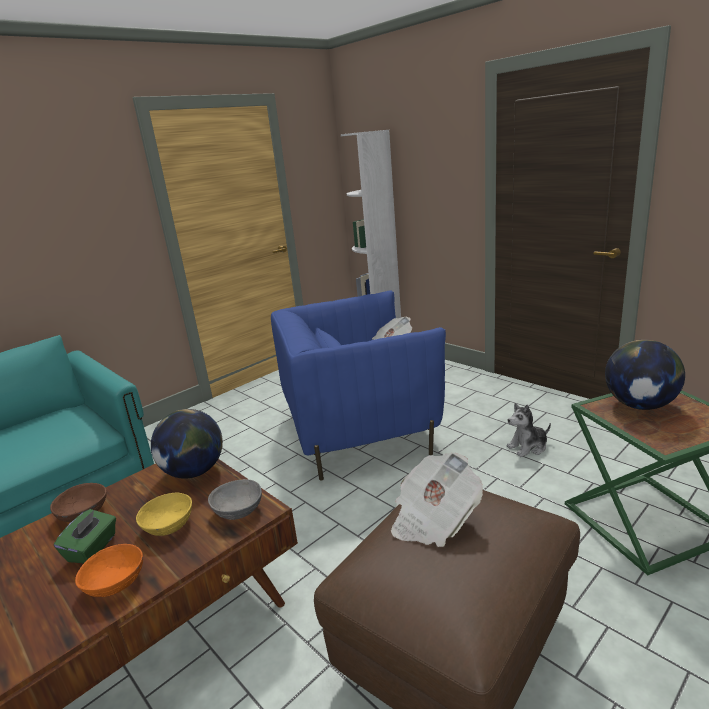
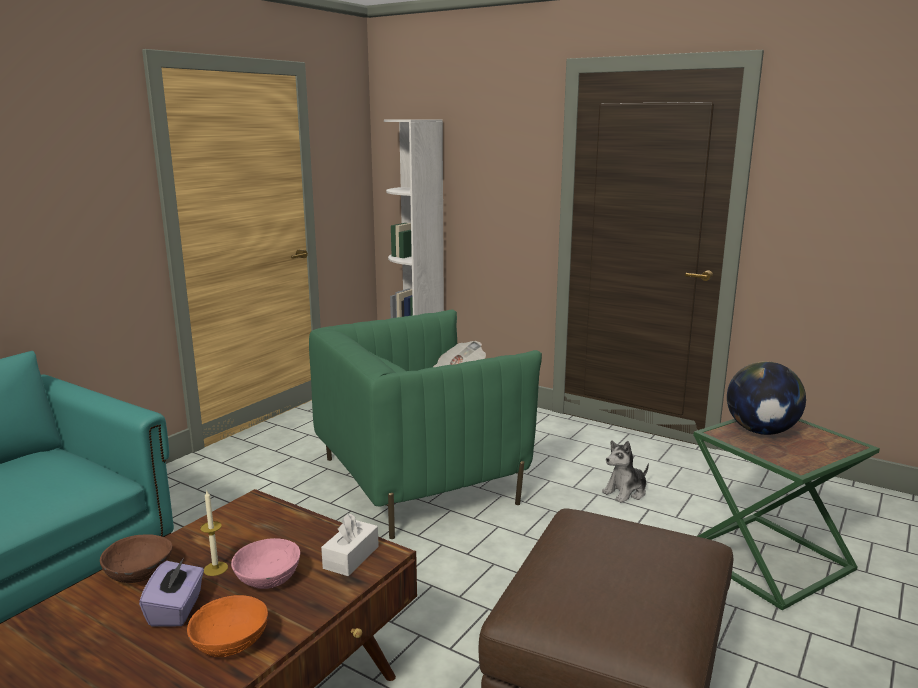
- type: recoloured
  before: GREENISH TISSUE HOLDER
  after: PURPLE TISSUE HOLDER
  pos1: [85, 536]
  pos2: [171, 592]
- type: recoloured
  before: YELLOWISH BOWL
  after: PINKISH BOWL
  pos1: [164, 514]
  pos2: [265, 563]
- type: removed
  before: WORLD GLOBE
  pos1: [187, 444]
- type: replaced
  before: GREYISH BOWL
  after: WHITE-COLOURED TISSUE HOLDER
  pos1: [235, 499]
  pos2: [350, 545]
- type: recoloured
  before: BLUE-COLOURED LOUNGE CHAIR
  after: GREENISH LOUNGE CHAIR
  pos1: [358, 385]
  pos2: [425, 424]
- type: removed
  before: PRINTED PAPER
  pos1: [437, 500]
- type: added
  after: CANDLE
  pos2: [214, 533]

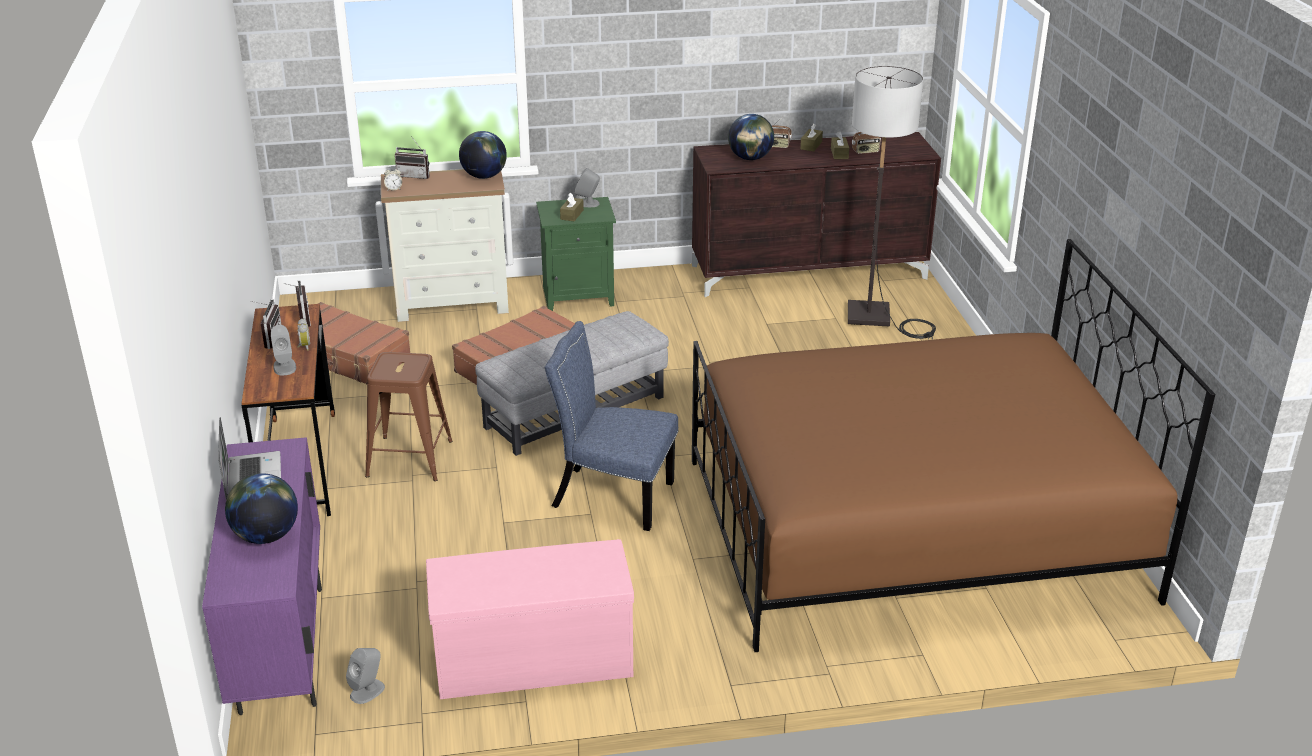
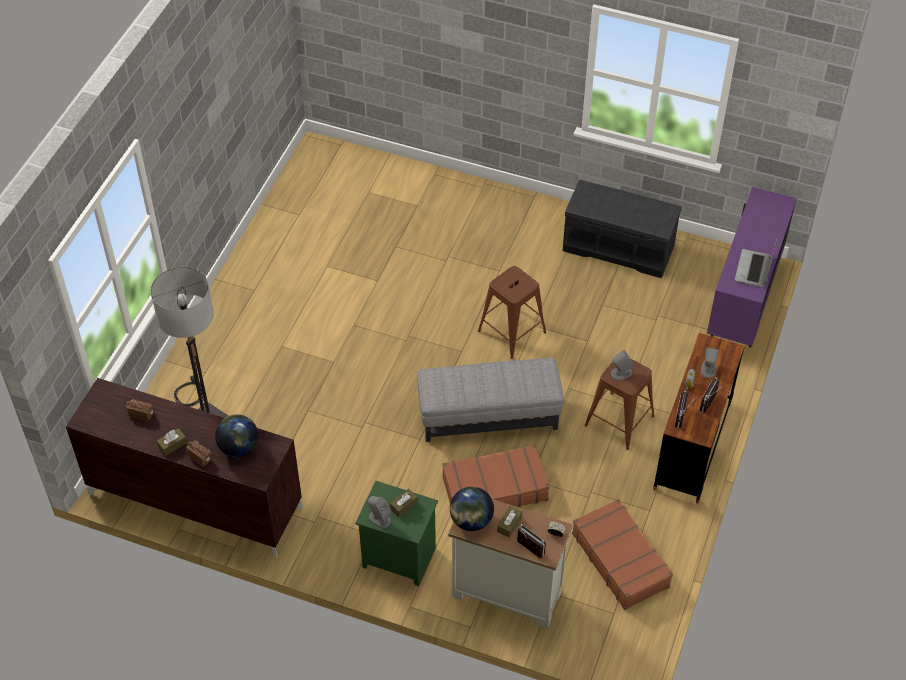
- type: removed
  before: WORLD GLOBE
  pos1: [261, 508]
- type: moved
  before: GREYISH SPEAKER
  pos1: [365, 676]
  pos2: [622, 365]
- type: recoloured
  before: PINKISH LONG SEAT
  after: GREYISH LONG SEAT
  pos1: [530, 619]
  pos2: [622, 229]
- type: replaced
  before: BLUE-COLOURED PLAIN CHAIR
  after: BROWN-COLOURED STOOL SEAT
  pos1: [611, 426]
  pos2: [512, 312]
- type: removed
  before: BROWN-COLOURED BEDROOM BED
  pos1: [953, 445]
- type: moved
  before: BROWN-COLOURED TISSUE HOLDER
  pos1: [840, 145]
  pos2: [509, 521]

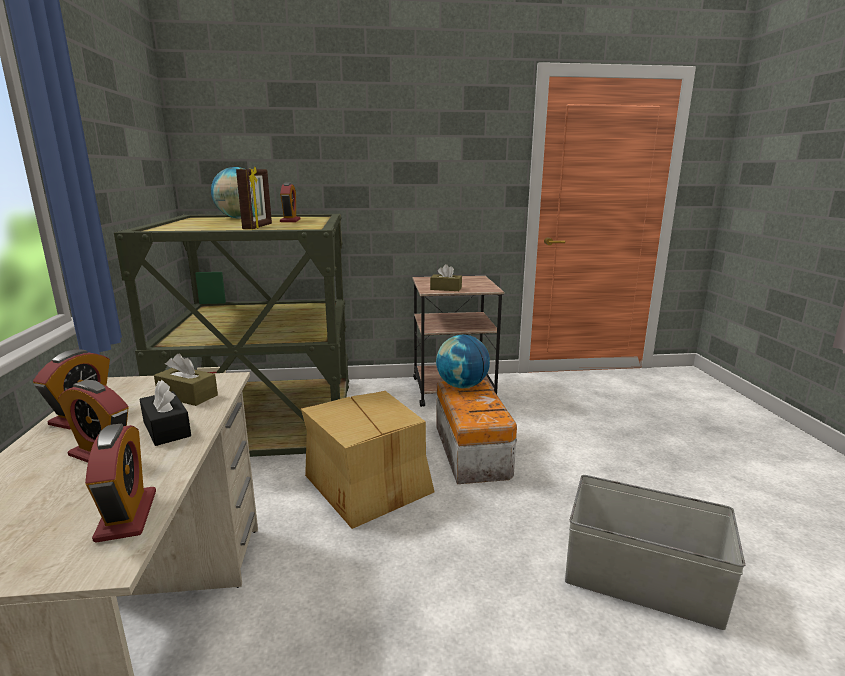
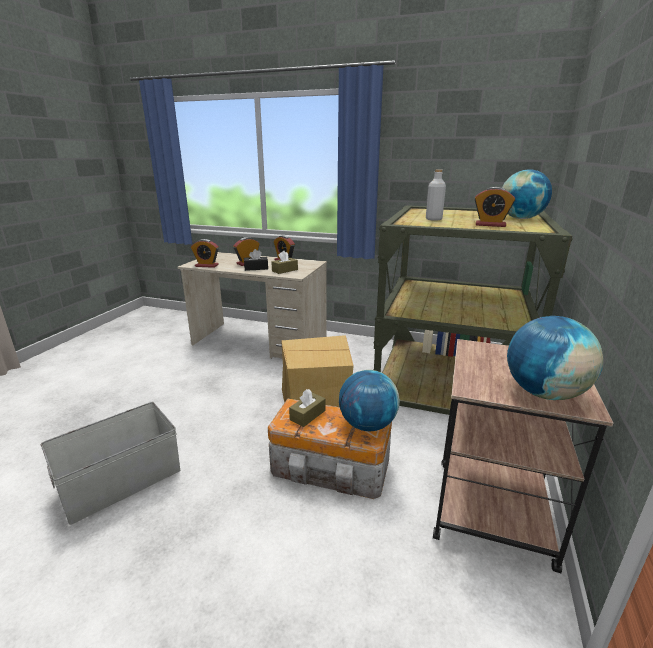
- type: replaced
  before: STANDING FRAME
  after: GREYISH BOTTLE
  pos1: [254, 198]
  pos2: [436, 195]
- type: moved
  before: BROWN-COLOURED TISSUE HOLDER
  pos1: [446, 277]
  pos2: [307, 408]
- type: added
  after: WORLD GLOBE
  pos2: [555, 358]

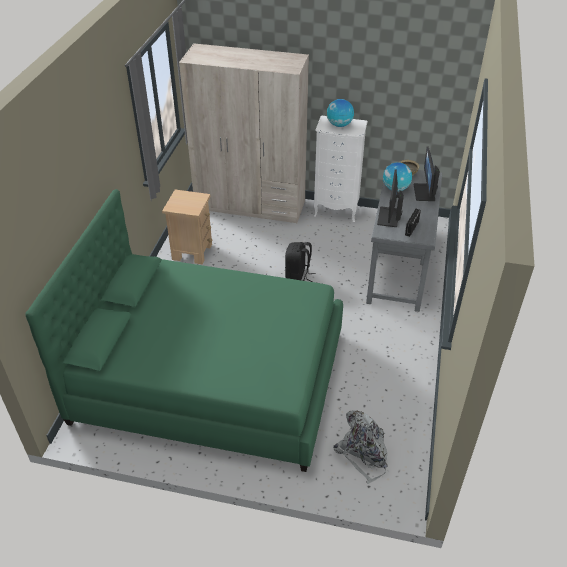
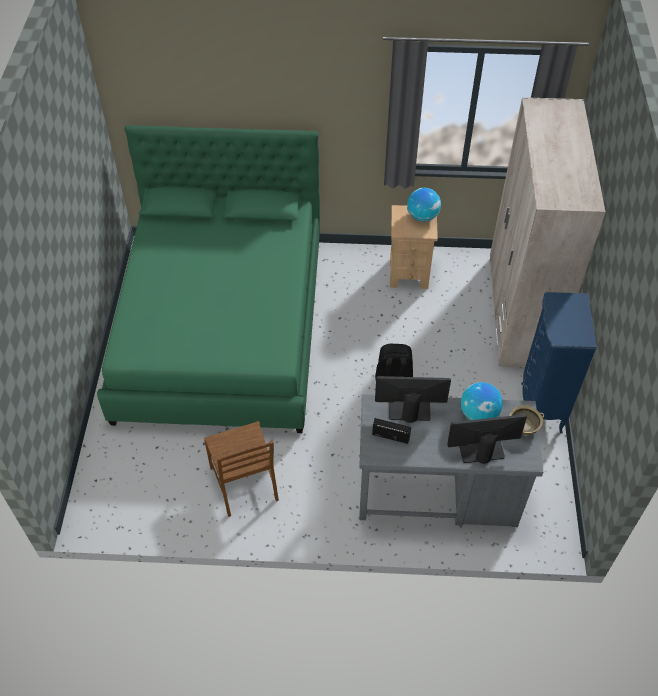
- type: recoloured
  before: WHITE-COLOURED CHEST OF DRAWERS
  after: BLUE-COLOURED CHEST OF DRAWERS
  pos1: [341, 168]
  pos2: [559, 362]
- type: moved
  before: WORLD GLOBE
  pos1: [340, 113]
  pos2: [424, 205]
- type: removed
  before: GREYISH KNAPSACK
  pos1: [360, 447]
- type: added
  after: BROWN-COLOURED PLAIN CHAIR
  pos2: [241, 469]

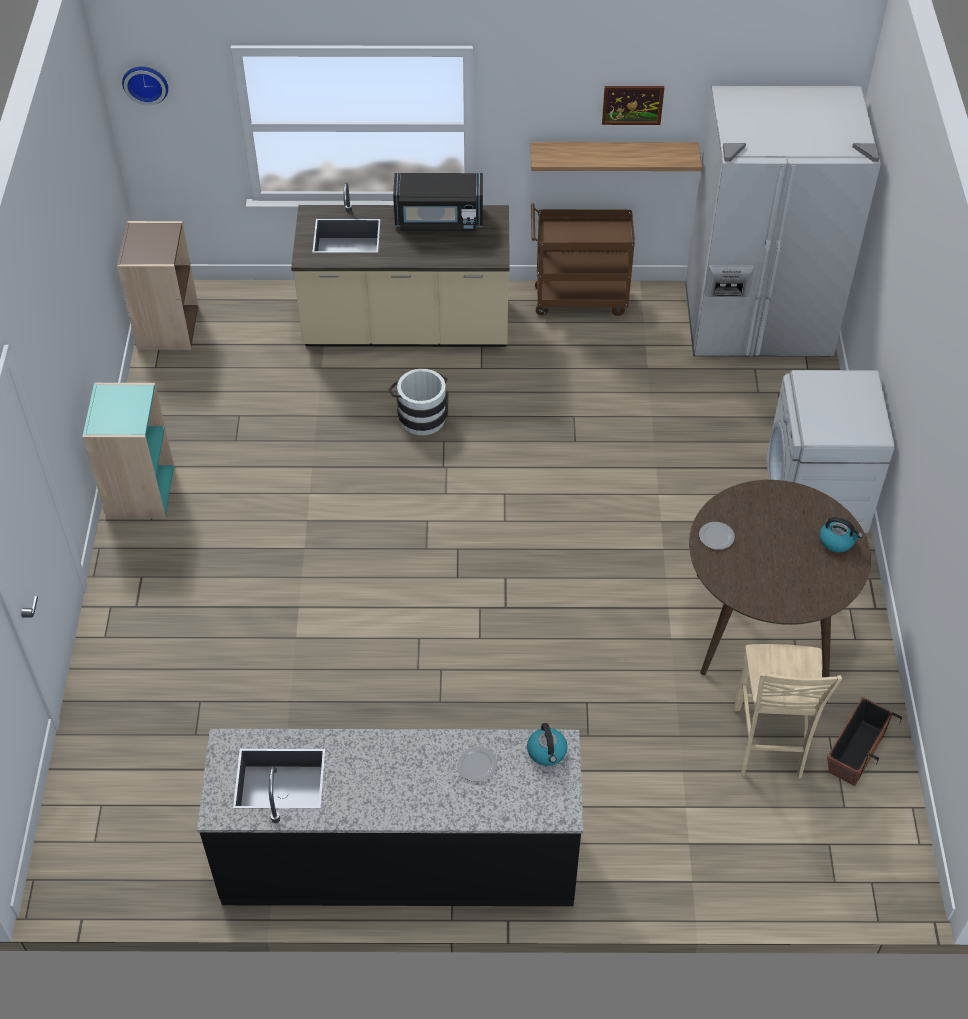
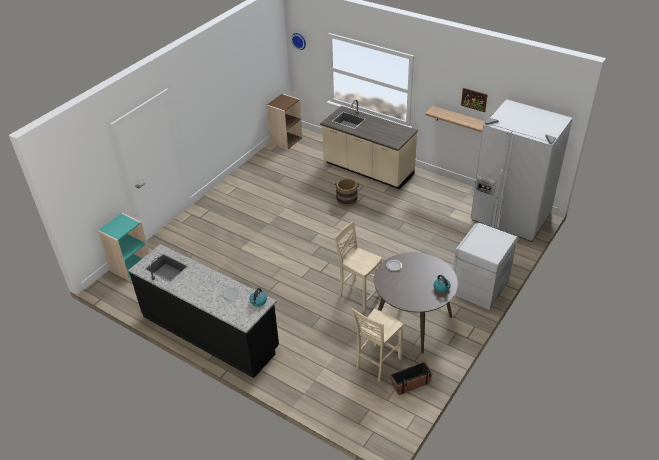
- type: moved
  before: TURQUOISE-COLOURED BOOKSHELF
  pos1: [128, 450]
  pos2: [123, 247]
- type: recoloured
  before: WHITE-COLOURED BUCKET
  after: BROWN-COLOURED BUCKET
  pos1: [417, 402]
  pos2: [346, 192]
- type: removed
  before: BLACK-COLOURED MICROWAVE
  pos1: [438, 202]
- type: removed
  before: BROWN-COLOURED CART
  pos1: [583, 259]
- type: added
  after: BEIGE PLAIN CHAIR
  pos2: [358, 266]

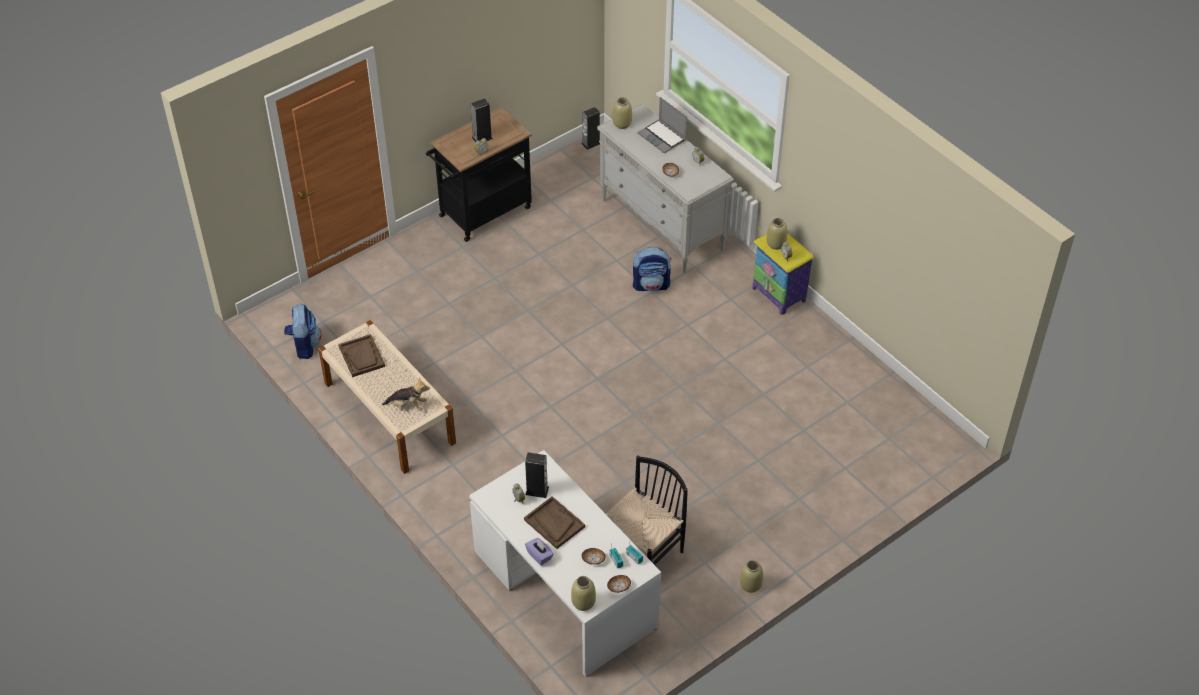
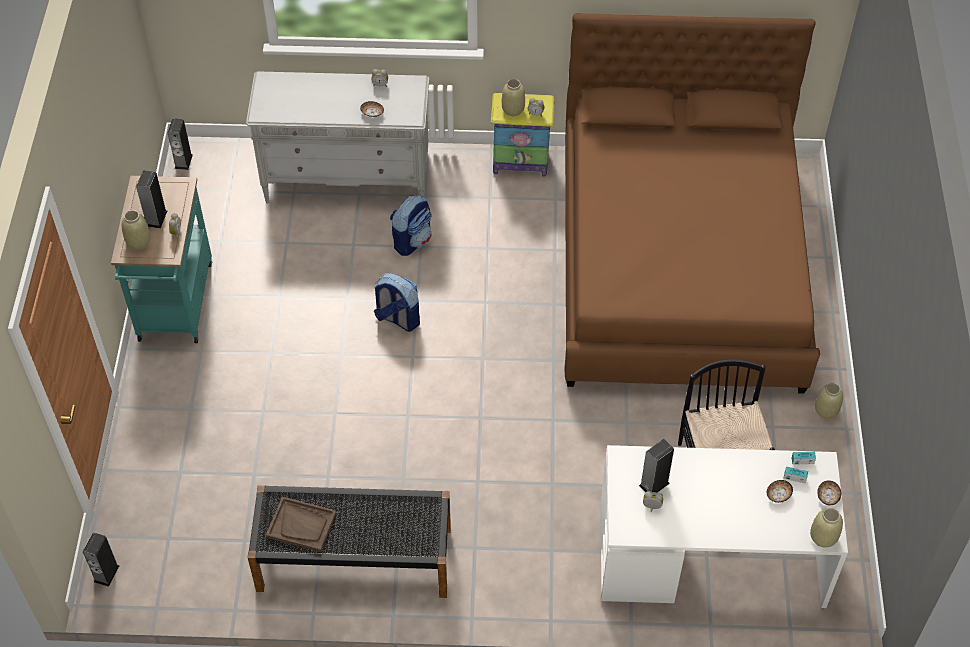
- type: moved
  before: KNAPSACK
  pos1: [302, 331]
  pos2: [397, 302]
- type: recoloured
  before: BEIGE LONG SEAT
  after: BLACK-COLOURED LONG SEAT
  pos1: [387, 397]
  pos2: [349, 541]
- type: removed
  before: PLUSH TOY
  pos1: [406, 394]
- type: recoloured
  before: BLACK-COLOURED CART
  after: TURQUOISE-COLOURED CART
  pos1: [479, 174]
  pos2: [161, 259]
- type: removed
  before: BROWN-COLOURED CARRYING TRAY
  pos1: [554, 522]
- type: removed
  before: PURPLE TISSUE HOLDER
  pos1: [539, 552]
- type: moved
  before: BEIGE DECORATIVE VASE
  pos1: [622, 113]
  pos2: [136, 230]
- type: removed
  before: LAPTOP
  pos1: [662, 125]
- type: added
  after: SPEAKER
  pos2: [101, 559]
- type: added
  after: BROWN-COLOURED BEDROOM BED
  pos2: [692, 203]

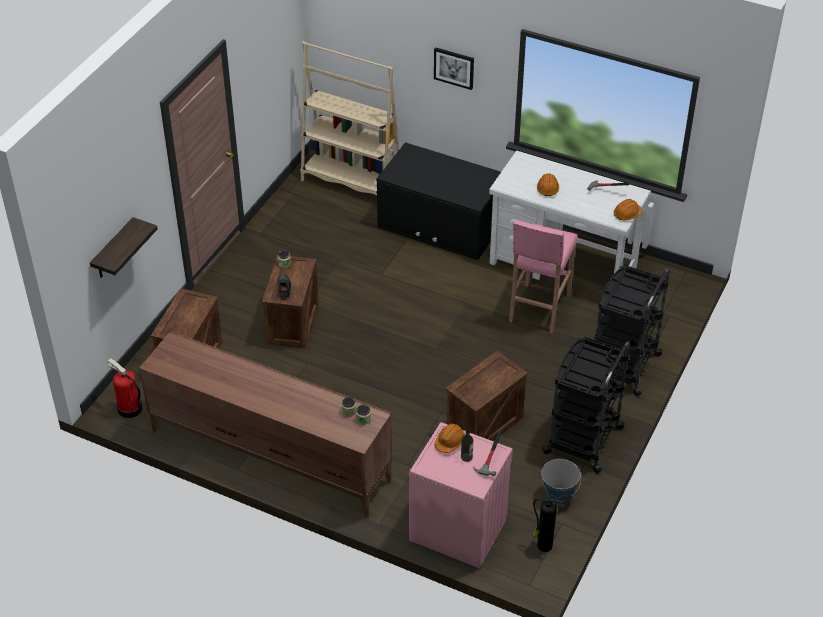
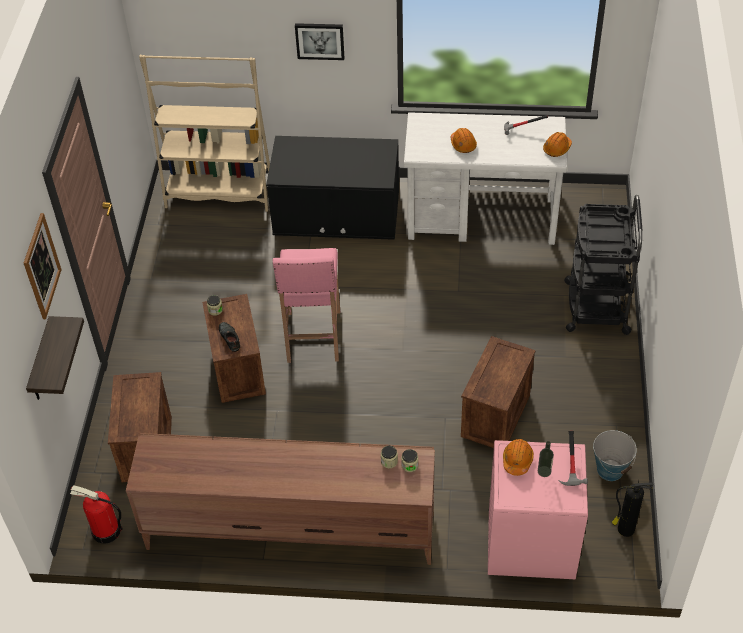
- type: moved
  before: PINKISH STOOL SEAT
  pos1: [543, 276]
  pos2: [306, 305]
- type: removed
  before: BLACK-COLOURED CART
  pos1: [586, 405]
- type: added
  after: PICTURE
  pos2: [43, 266]

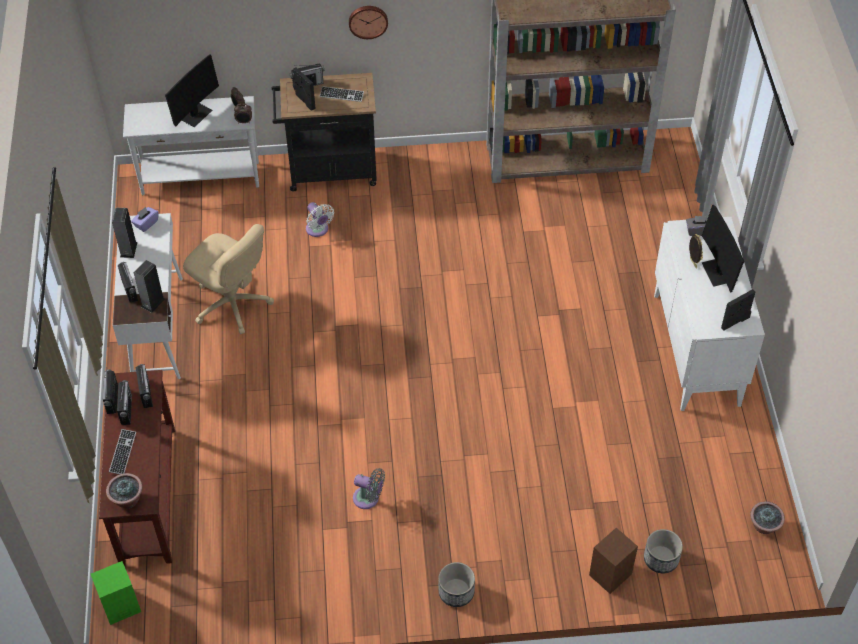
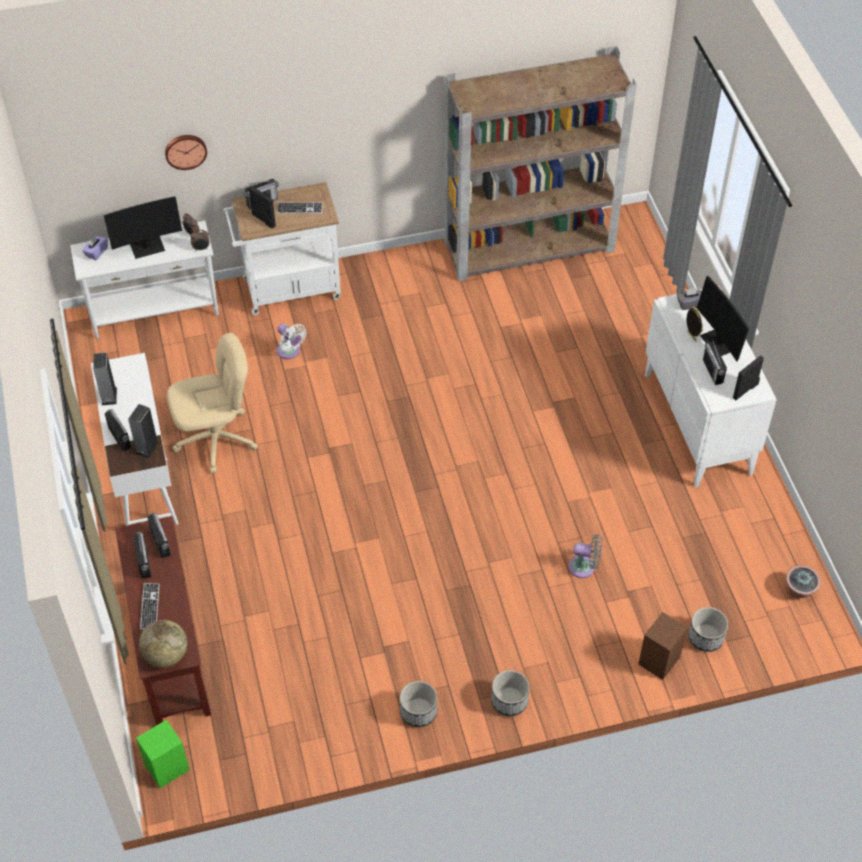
- type: moved
  before: RADIO
  pos1: [110, 390]
  pos2: [715, 362]
- type: replaced
  before: HOUSEPLANT
  after: WORLD GLOBE
  pos1: [124, 490]
  pos2: [163, 644]
- type: moved
  before: PURPLE TISSUE HOLDER
  pos1: [145, 219]
  pos2: [95, 247]
- type: turned
  before: COMPUTER SCREEN
  pos1: [192, 90]
  pos2: [143, 227]
  turn: 45
- type: turned
  before: BEIGE DESK CHAIR
  pos1: [228, 279]
  pos2: [212, 403]
  turn: -45
- type: recoloured
  before: BLACK-COLOURED CART
  after: WHITE-COLOURED CART
  pos1: [324, 132]
  pos2: [282, 248]
- type: moved
  before: WALL CLOCK
  pos1: [368, 22]
  pos2: [186, 152]
- type: moved
  before: GREYISH FAN
  pos1: [369, 488]
  pos2: [585, 556]
- type: added
  after: PLANT POT
  pos2: [418, 704]

